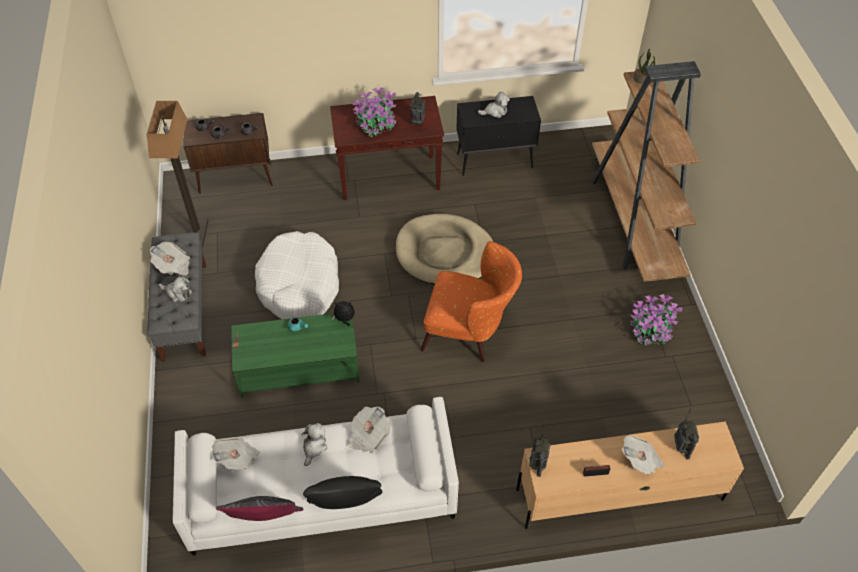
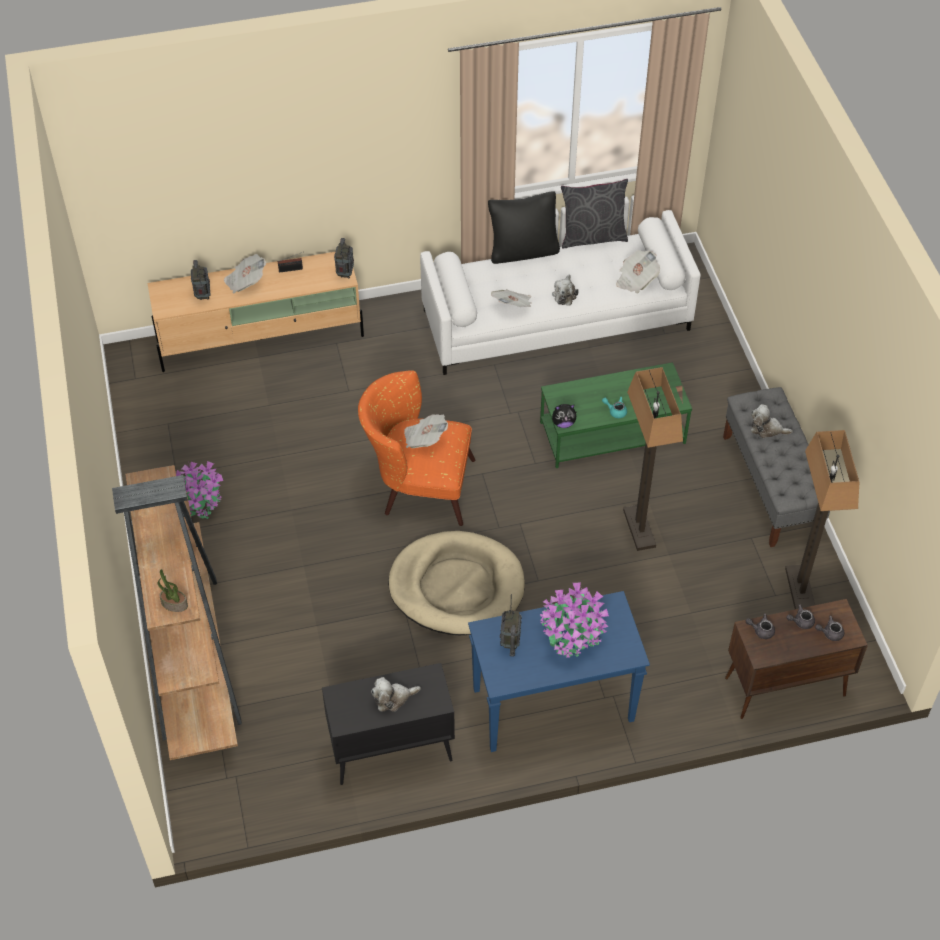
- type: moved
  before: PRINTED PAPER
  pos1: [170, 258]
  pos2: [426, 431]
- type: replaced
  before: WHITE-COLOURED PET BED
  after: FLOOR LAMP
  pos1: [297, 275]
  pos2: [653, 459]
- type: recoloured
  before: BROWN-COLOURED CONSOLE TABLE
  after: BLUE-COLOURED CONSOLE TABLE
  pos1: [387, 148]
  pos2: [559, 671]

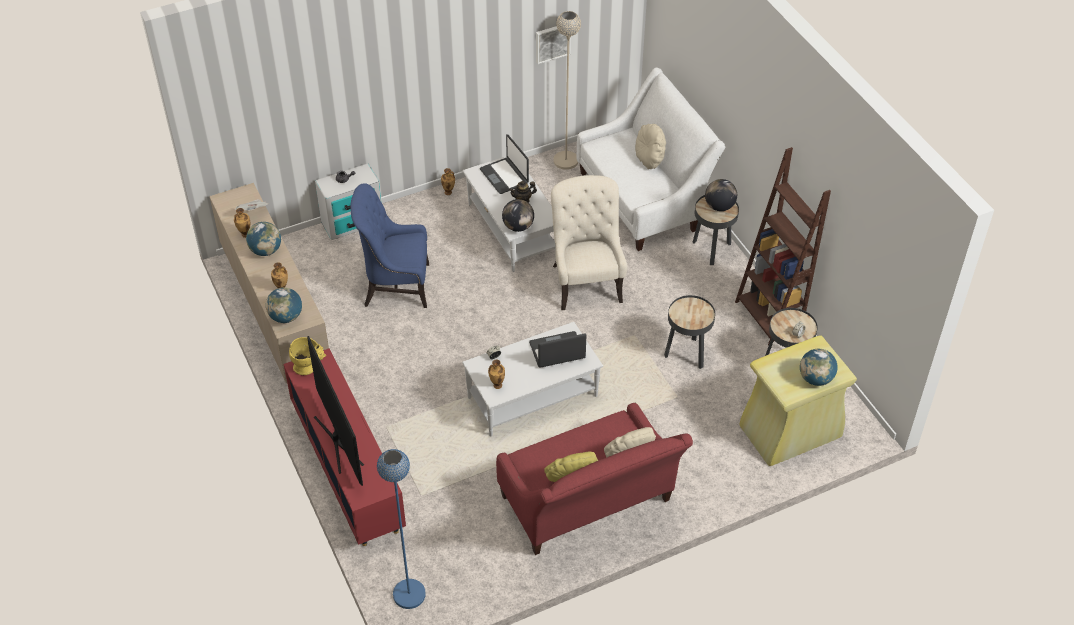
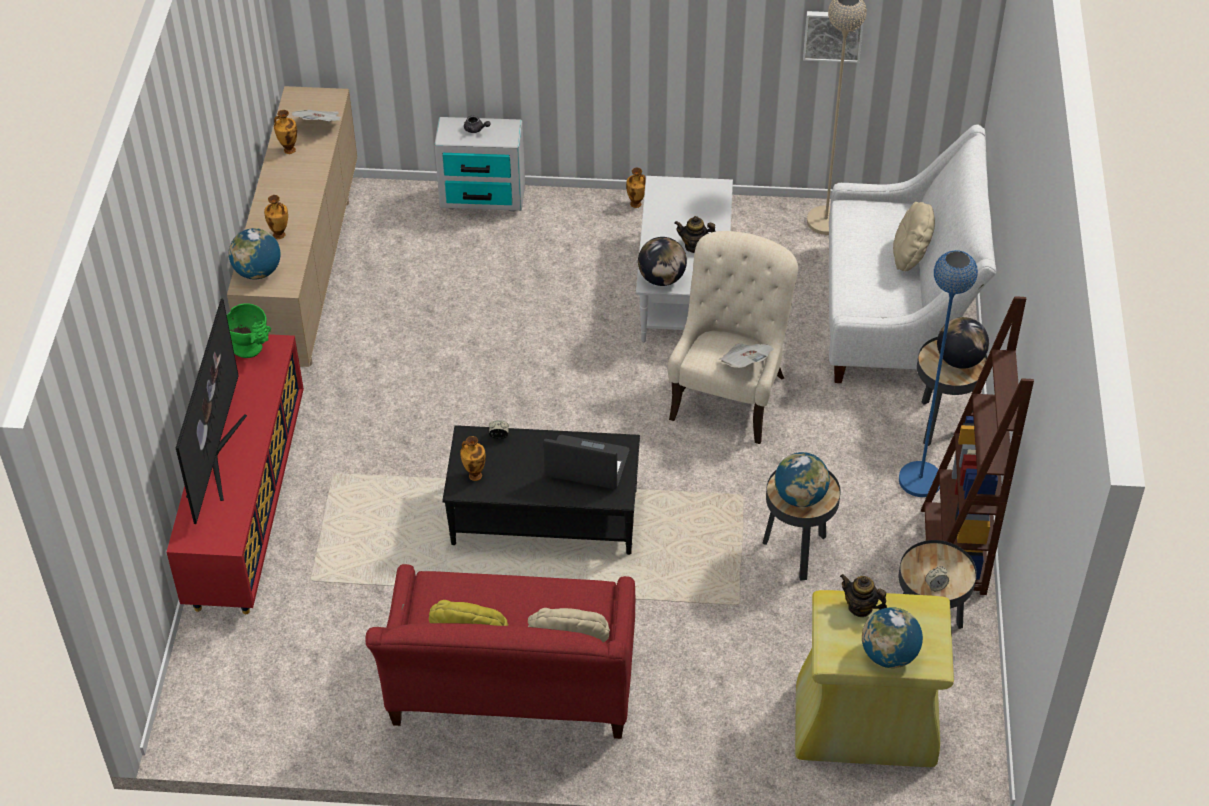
- type: moved
  before: WORLD GLOBE
  pos1: [263, 239]
  pos2: [802, 479]
- type: recoloured
  before: YELLOWISH DECORATIVE VASE
  after: GREENISH DECORATIVE VASE
  pos1: [307, 356]
  pos2: [249, 330]
- type: removed
  before: BLUE-COLOURED LOUNGE CHAIR
  pos1: [389, 245]
- type: moved
  before: BLUE-COLOURED FLOOR LAMP
  pos1: [401, 529]
  pos2: [938, 373]
- type: recoloured
  before: WHITE-COLOURED LOW TABLE
  after: BLACK-COLOURED LOW TABLE
  pos1: [532, 379]
  pos2: [541, 490]
- type: removed
  before: LAPTOP
  pos1: [504, 164]
- type: added
  after: PRINTED PAPER
  pos2: [746, 355]
- type: added
  after: TEAPOT
  pos2: [863, 595]

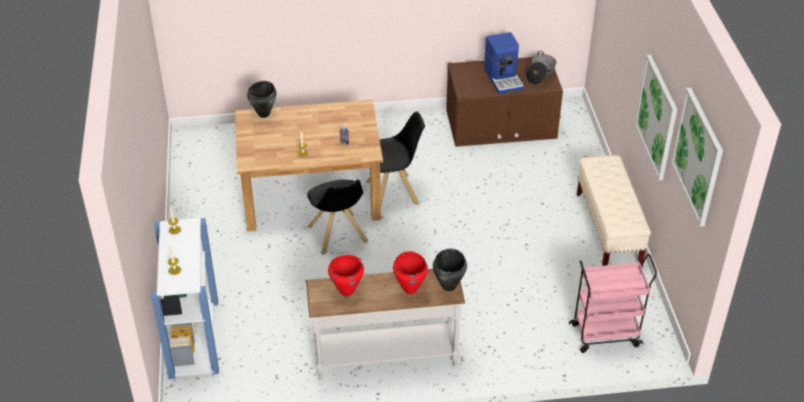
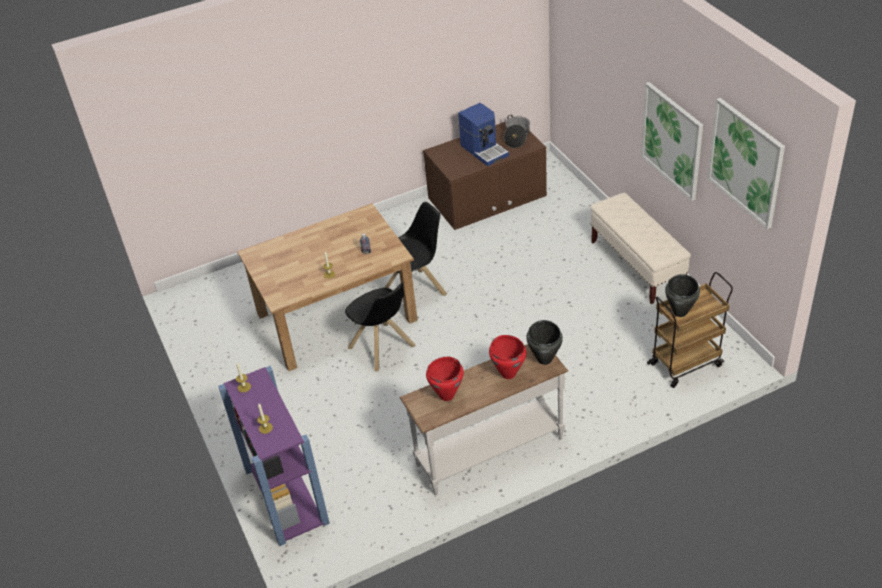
- type: recoloured
  before: WHITE-COLOURED BOOKSHELF
  after: PURPLE BOOKSHELF
  pos1: [185, 298]
  pos2: [274, 456]
- type: moved
  before: BLACK-COLOURED SAUCEPOT
  pos1: [261, 99]
  pos2: [682, 295]
- type: recoloured
  before: PINKISH CART
  after: BROWN-COLOURED CART
  pos1: [613, 303]
  pos2: [690, 330]

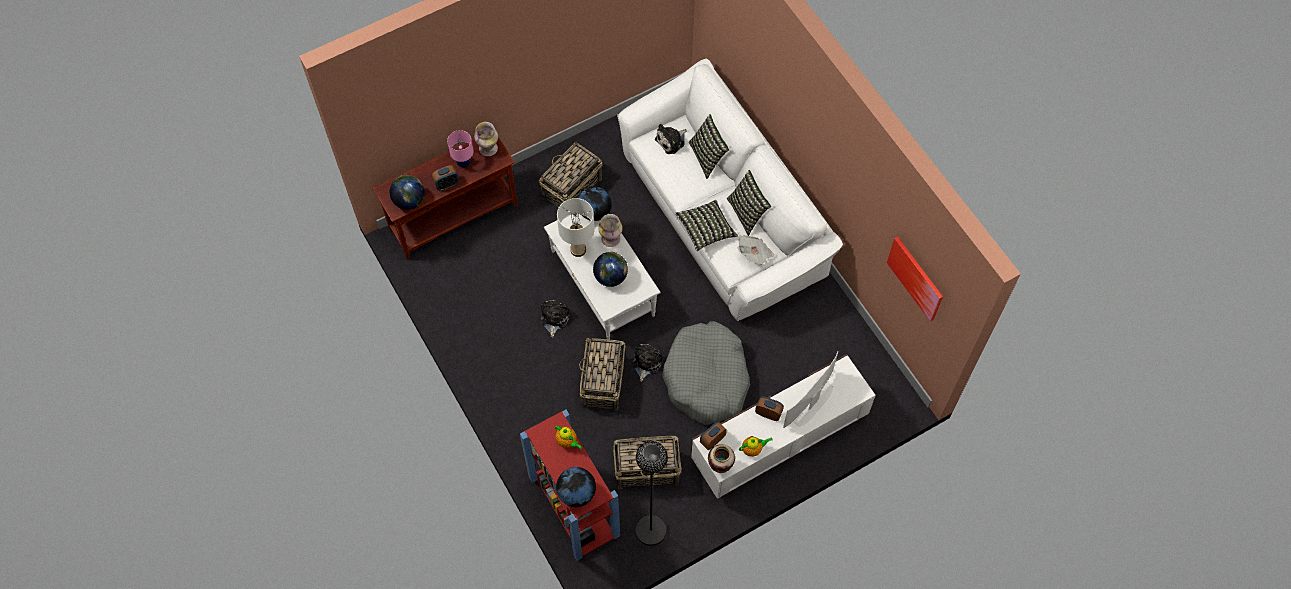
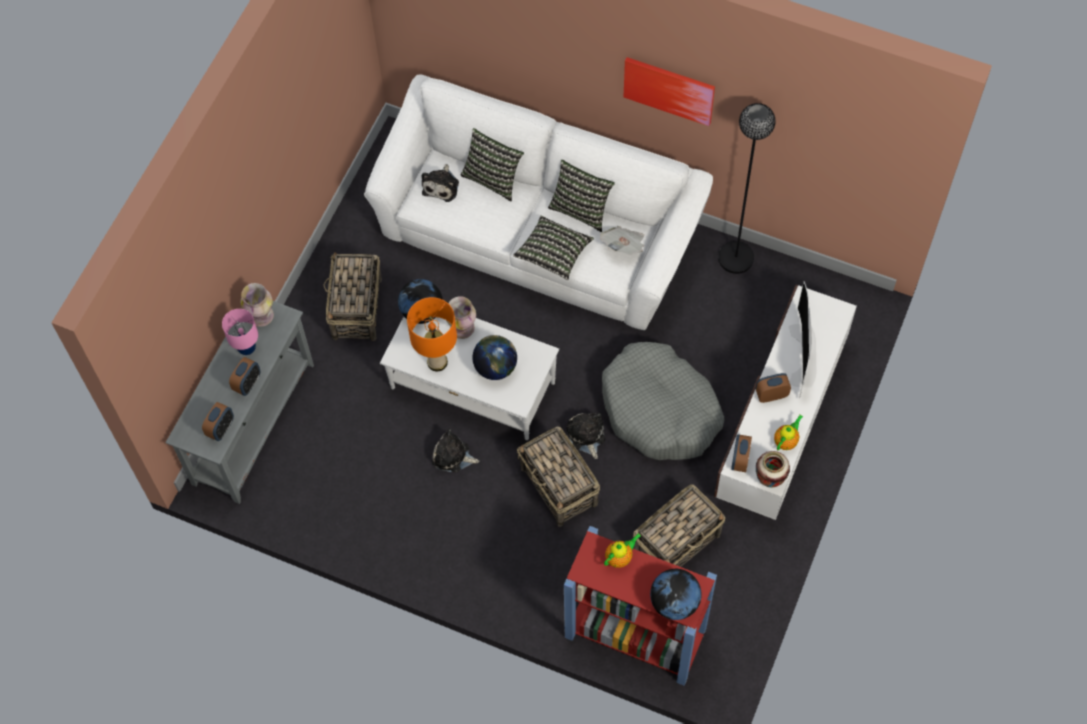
- type: recoloured
  before: BROWN-COLOURED CONSOLE TABLE
  after: GREYISH CONSOLE TABLE
  pos1: [445, 198]
  pos2: [240, 402]
- type: replaced
  before: WORLD GLOBE
  after: TABLE CLOCK
  pos1: [407, 192]
  pos2: [218, 421]
- type: turned
  before: PLUSH TOY
  pos1: [555, 319]
  pos2: [455, 451]
  turn: -45
- type: turned
  before: TEAPOT
  pos1: [568, 437]
  pos2: [622, 550]
  turn: -45
- type: recoloured
  before: WHITE-COLOURED TABLETOP LAMP
  after: ORANGE TABLETOP LAMP
  pos1: [576, 227]
  pos2: [432, 334]
- type: moved
  before: BLACK-COLOURED FLOOR LAMP
  pos1: [651, 493]
  pos2: [747, 188]
- type: moved
  before: PICTURE
  pos1: [915, 279]
  pos2: [669, 91]

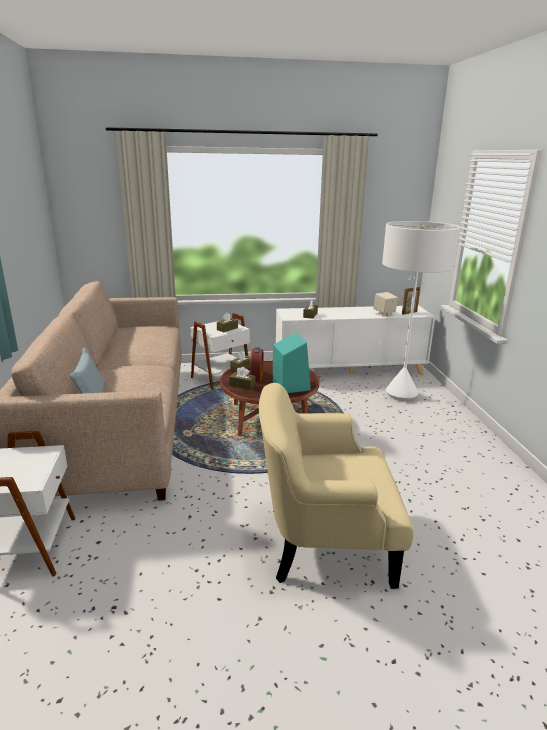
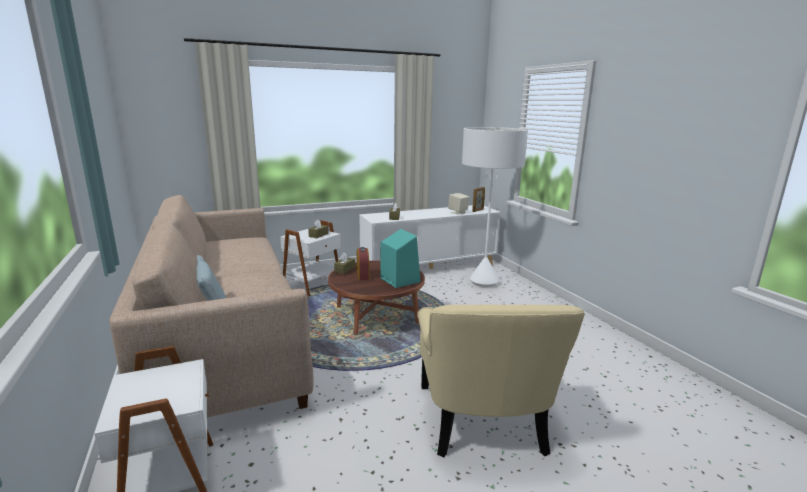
- type: removed
  before: BROWN-COLOURED TISSUE HOLDER
  pos1: [242, 378]
- type: turned
  before: BEIGE LOUNGE CHAIR
  pos1: [336, 486]
  pos2: [501, 381]
  turn: -75

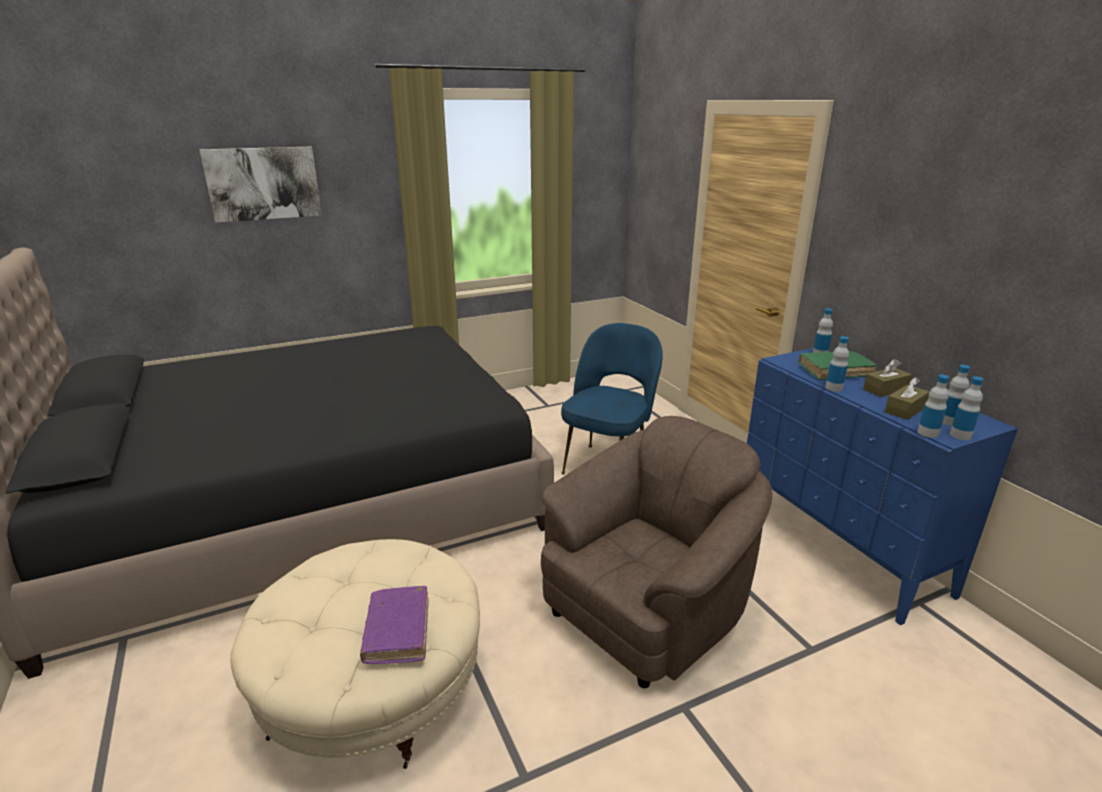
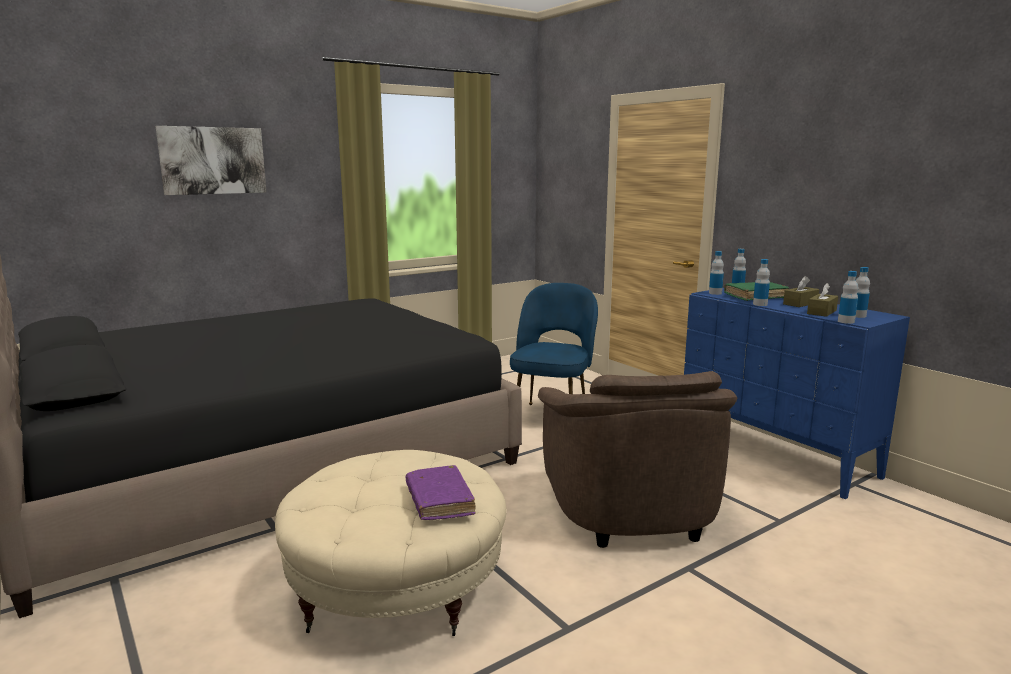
- type: turned
  before: BROWN-COLOURED LOUNGE CHAIR
  pos1: [656, 552]
  pos2: [637, 459]
  turn: 135
- type: moved
  before: BOTTLE
  pos1: [967, 408]
  pos2: [716, 273]

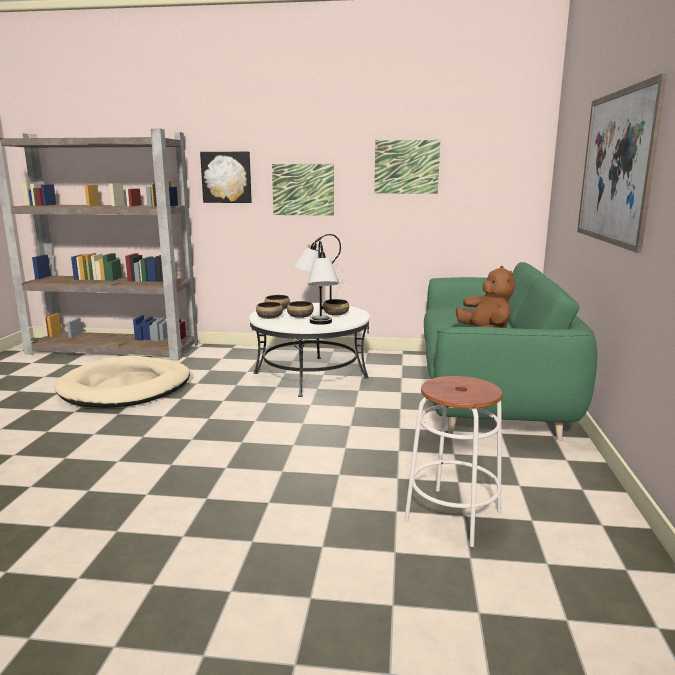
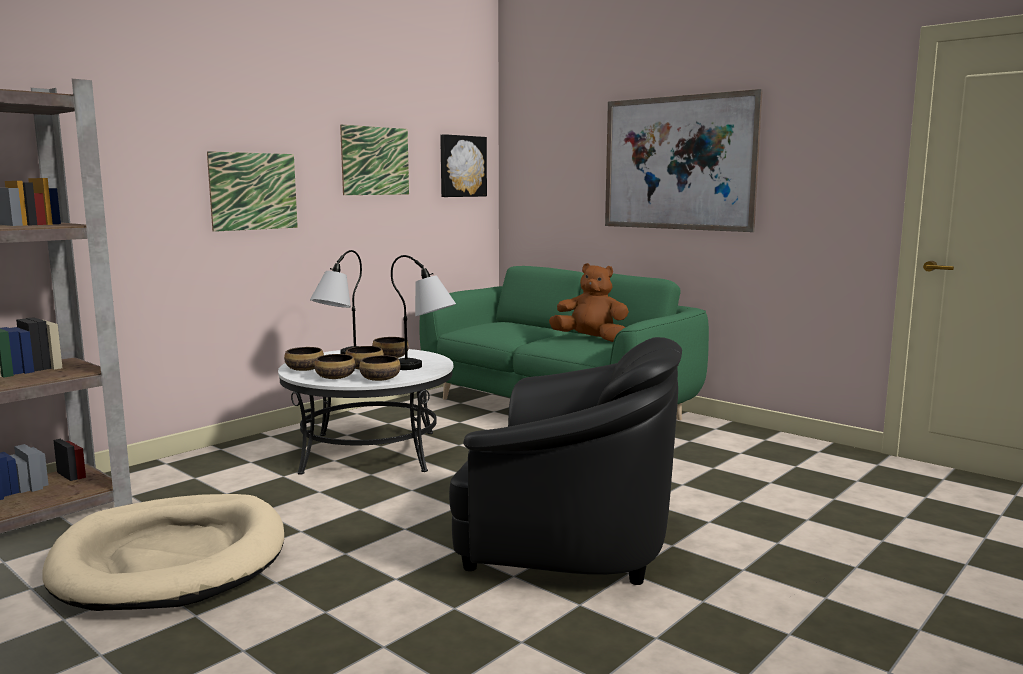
- type: moved
  before: PICTURE
  pos1: [226, 177]
  pos2: [463, 165]
- type: removed
  before: WHITE-COLOURED STOOL SEAT
  pos1: [453, 461]
- type: added
  after: BOWL
  pos2: [380, 368]
- type: added
  after: BLACK-COLOURED LOUNGE CHAIR
  pos2: [565, 461]

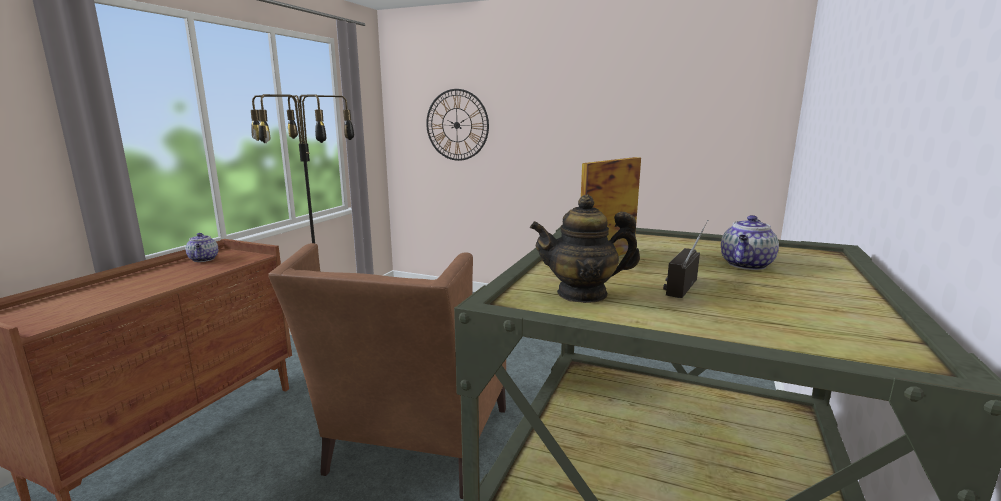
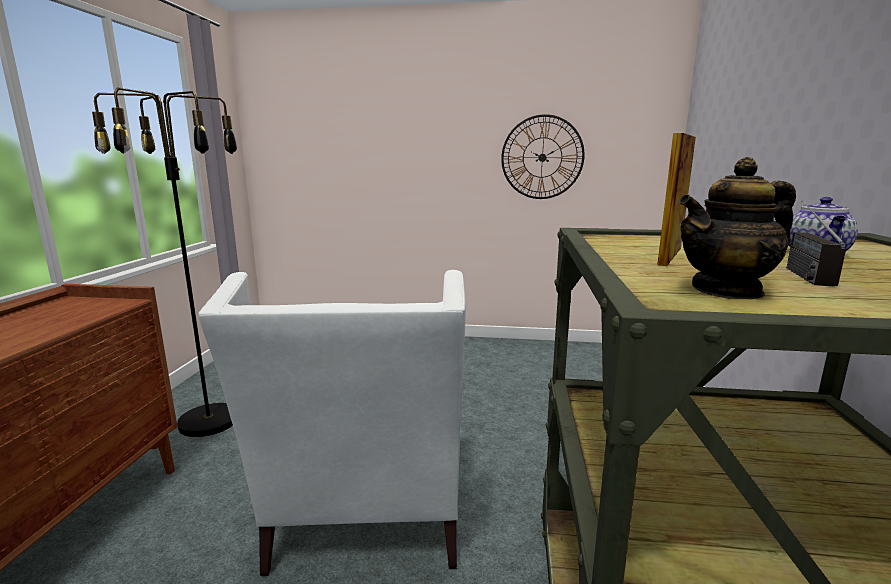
- type: removed
  before: TEAPOT
  pos1: [201, 247]
- type: recoloured
  before: BROWN-COLOURED LOUNGE CHAIR
  after: WHITE-COLOURED LOUNGE CHAIR
  pos1: [387, 371]
  pos2: [332, 423]
- type: moved
  before: WALL CLOCK
  pos1: [457, 125]
  pos2: [543, 156]

